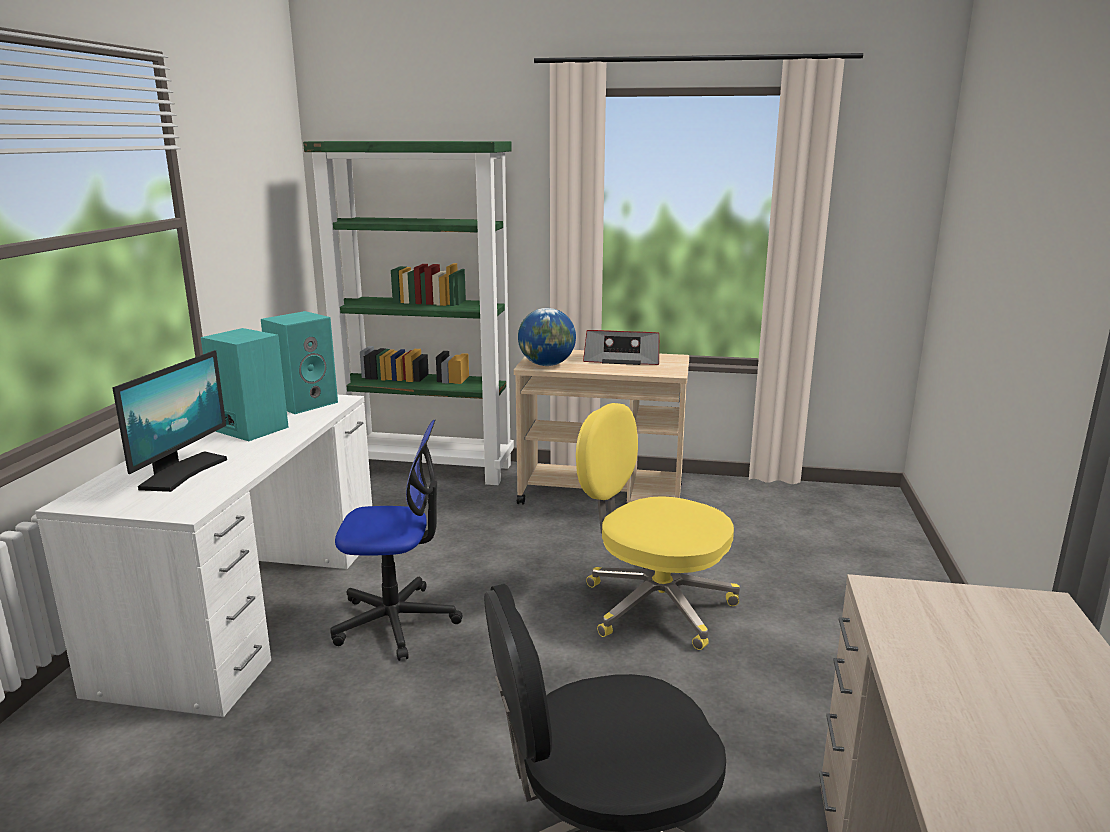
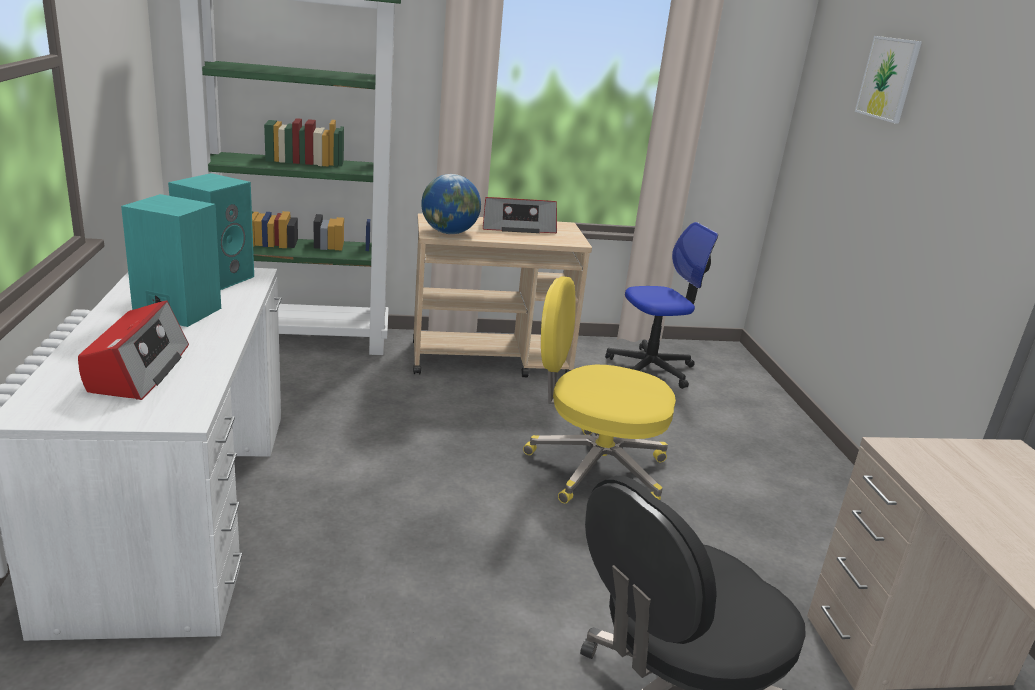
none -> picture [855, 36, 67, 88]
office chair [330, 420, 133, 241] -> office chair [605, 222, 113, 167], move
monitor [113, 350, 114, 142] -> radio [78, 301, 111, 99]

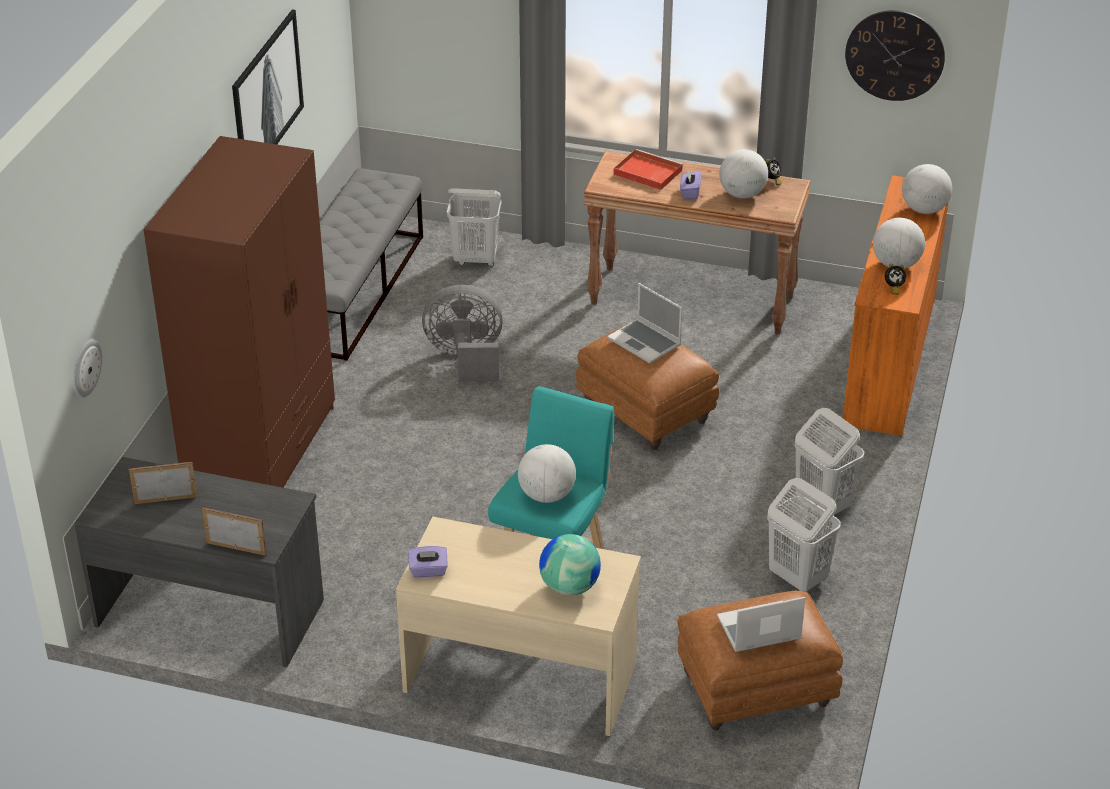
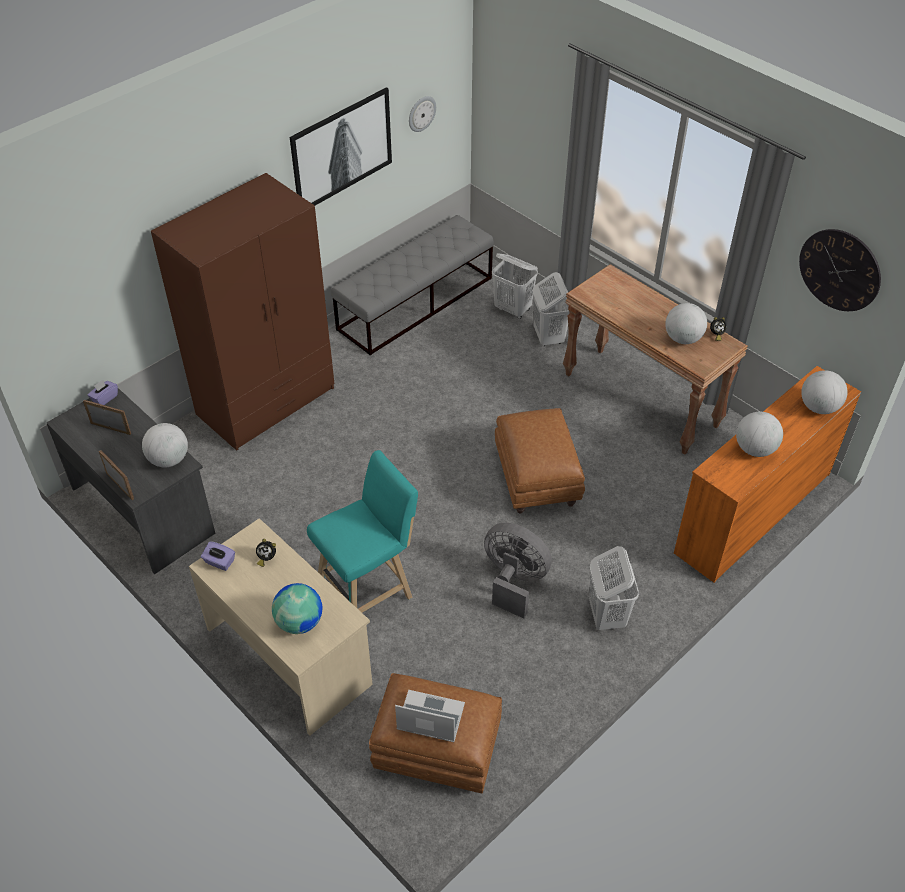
laptop [608, 283, 74, 80] -> none
red tray [614, 149, 69, 41] -> none
wall clock [73, 339, 29, 58] -> wall clock [409, 96, 27, 36], move
grey fan [422, 285, 81, 97] -> grey fan [484, 523, 68, 96], move
globe [518, 444, 58, 59] -> globe [142, 423, 46, 44], move
purple tissue box [680, 170, 22, 29] -> purple tissue box [88, 380, 30, 25], move
white laundry basket [767, 478, 74, 113] -> white laundry basket [532, 272, 38, 74], move
alarm clock [885, 264, 21, 30] -> alarm clock [256, 539, 20, 28], move

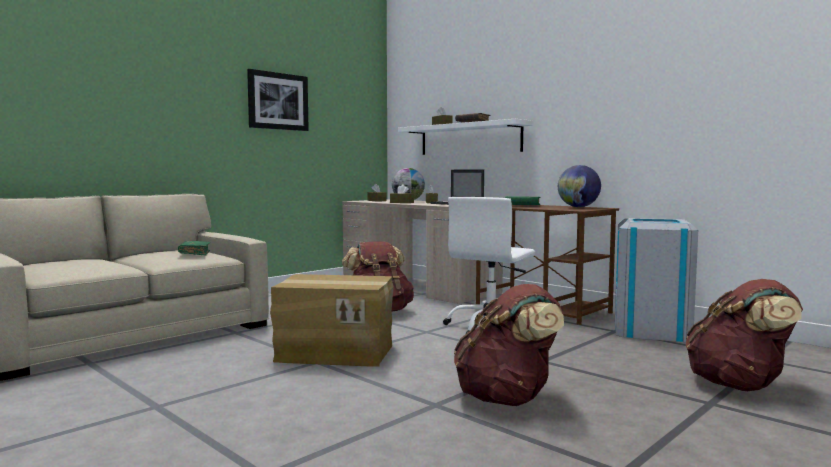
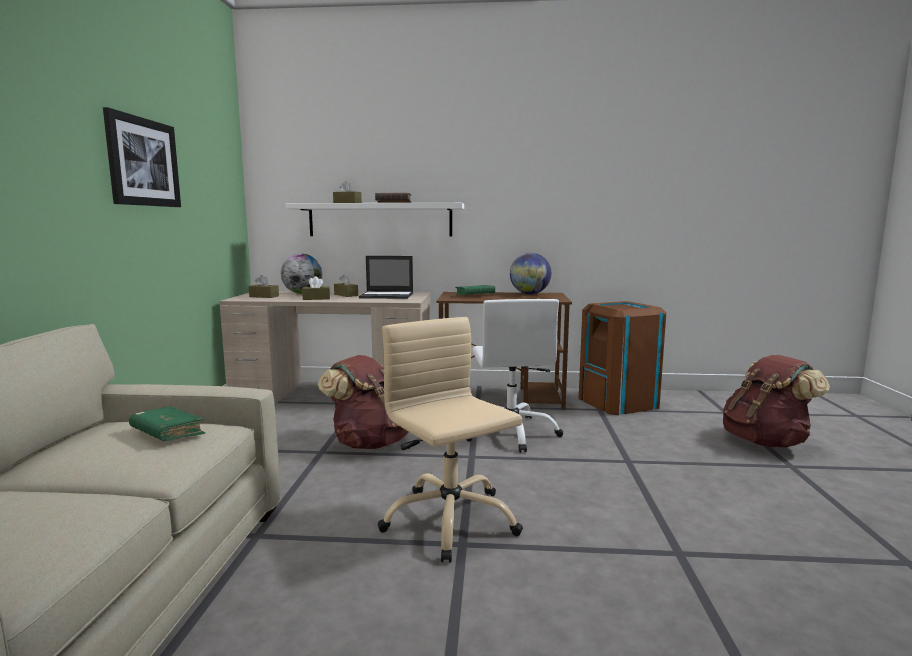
brown backpack [454, 284, 110, 122] -> none
cardboard box [270, 274, 123, 93] -> beige office chair [378, 317, 145, 245]
grey trash can [615, 218, 83, 124] -> brown trash can [579, 301, 87, 114]

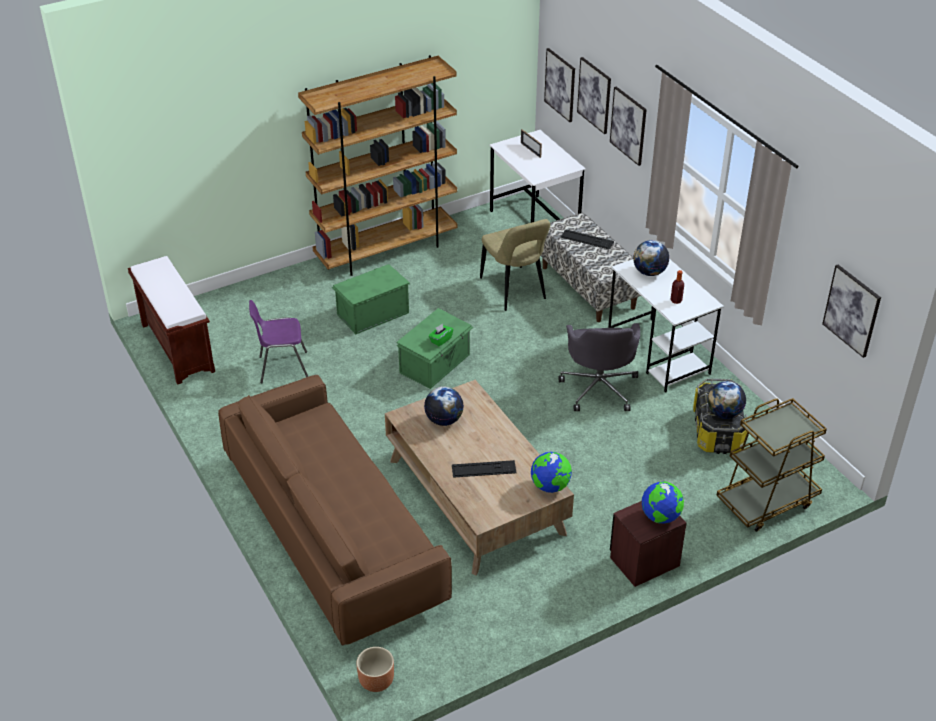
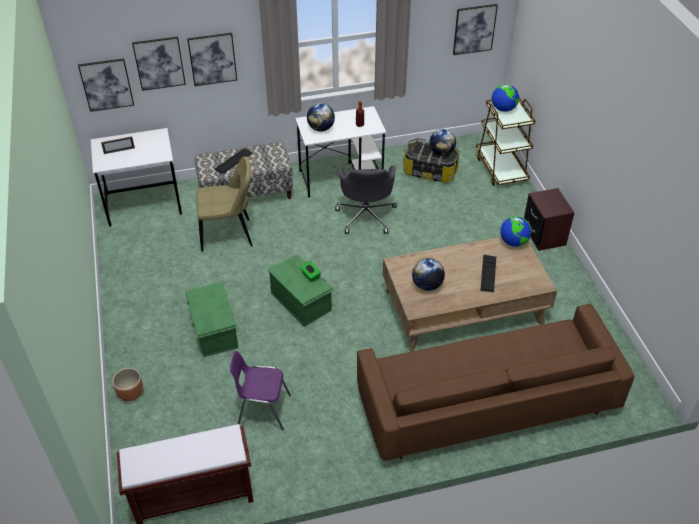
brown bookcase [298, 55, 159, 221] -> none
brown planter [356, 647, 38, 45] -> brown planter [112, 368, 31, 33], move
globe [642, 482, 42, 41] -> globe [492, 84, 27, 28], move
purple chair [249, 300, 59, 83] -> purple chair [230, 351, 61, 80], 90 degrees clockwise
grey office chair [559, 323, 81, 88] -> grey office chair [335, 165, 62, 69], 75 degrees clockwise

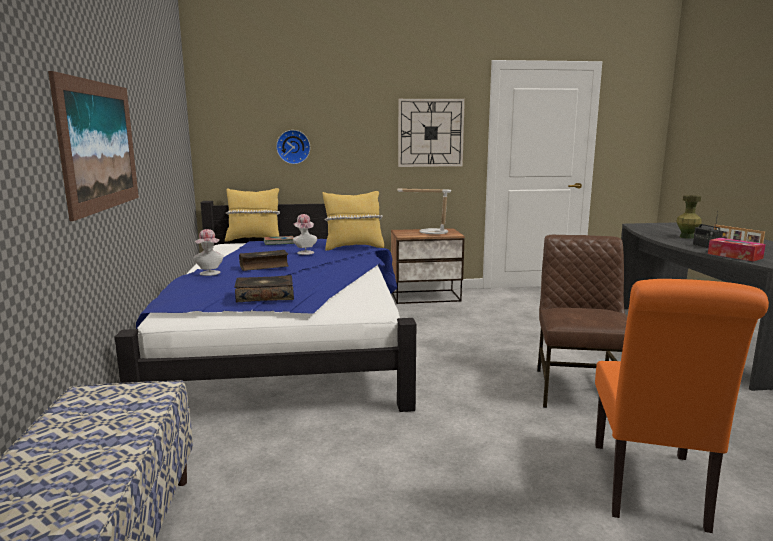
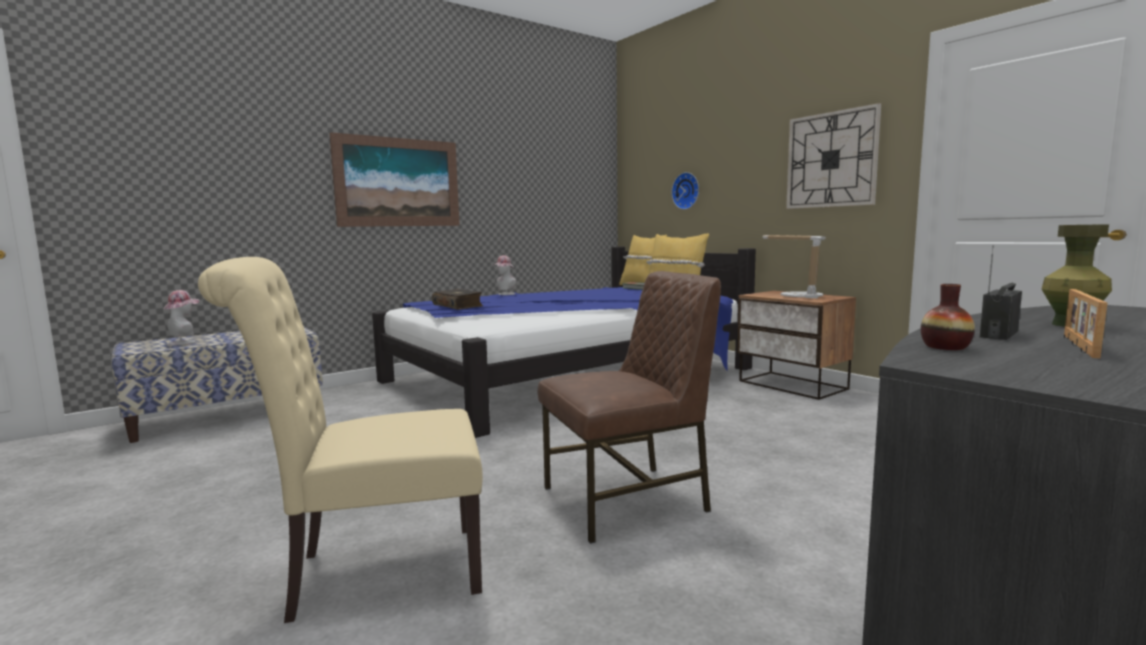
book [239, 250, 49, 21] -> none
hat [293, 214, 24, 41] -> hat [163, 290, 36, 56], move
tissue box [708, 238, 58, 23] -> vase [921, 284, 54, 66]
orange chair [595, 279, 174, 254] -> beige chair [198, 257, 285, 366]

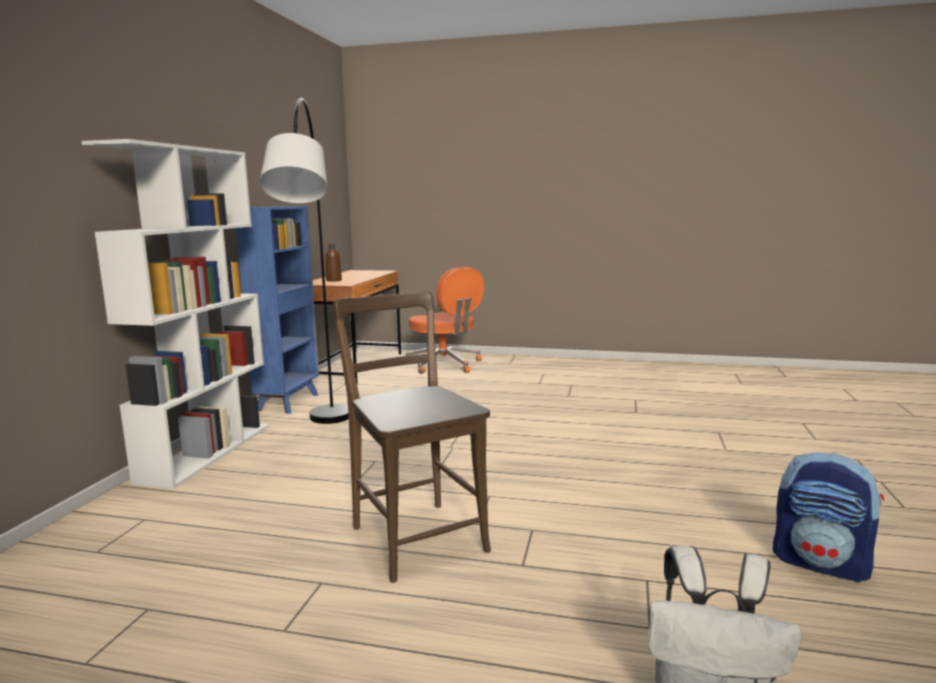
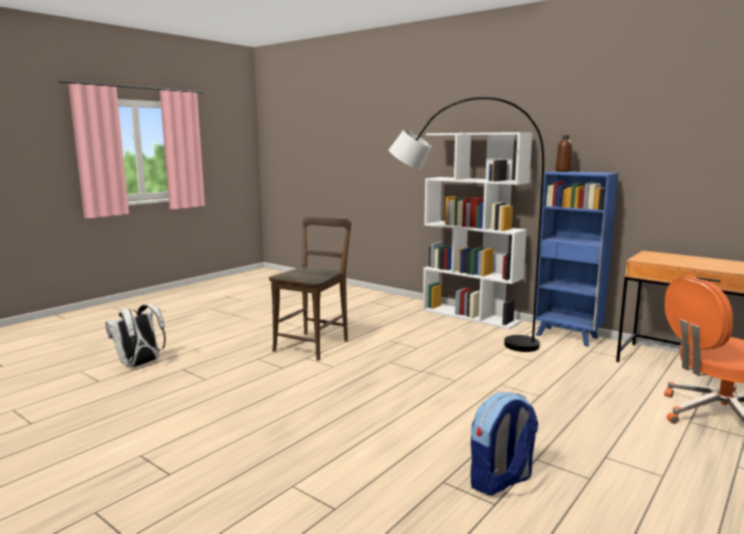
brown bottle [325, 244, 17, 38] -> brown bottle [555, 135, 17, 37], move
backpack [772, 452, 112, 130] -> backpack [470, 392, 68, 103], move
brown chair [333, 291, 158, 292] -> brown chair [269, 216, 82, 145], 60 degrees counterclockwise

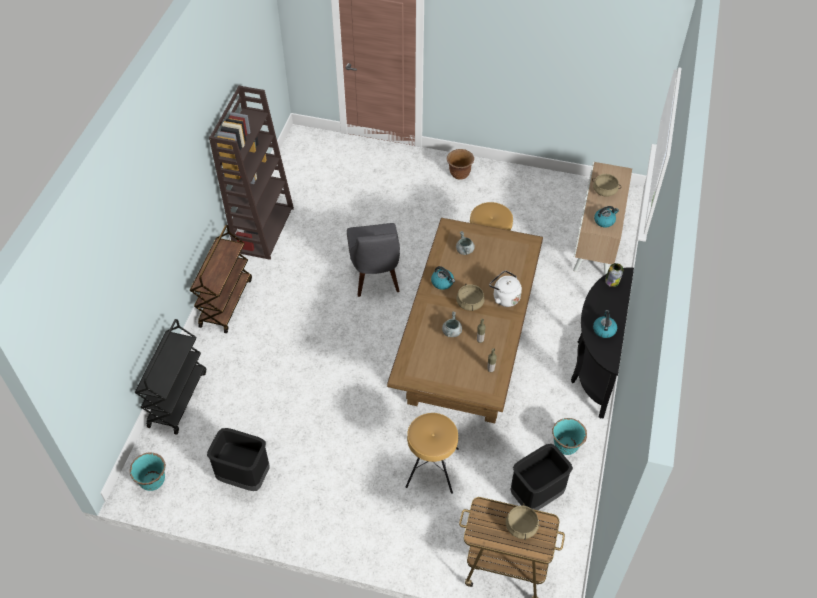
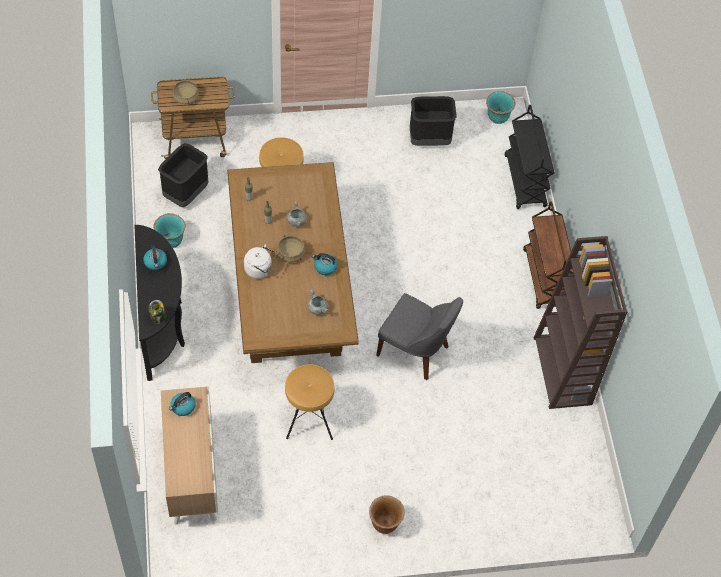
beige cooking pot [592, 174, 29, 23] -> none
grey chair [347, 223, 53, 74] -> grey chair [376, 293, 87, 87], 150 degrees clockwise

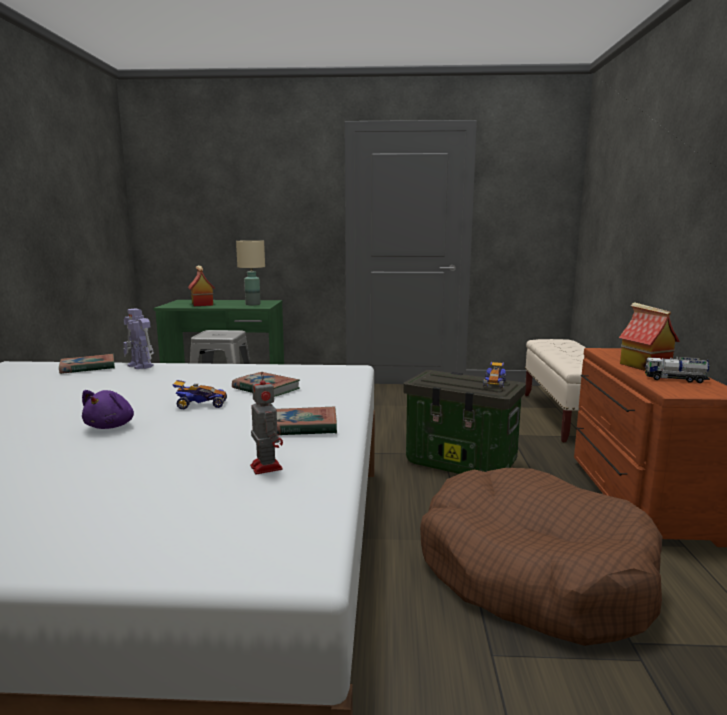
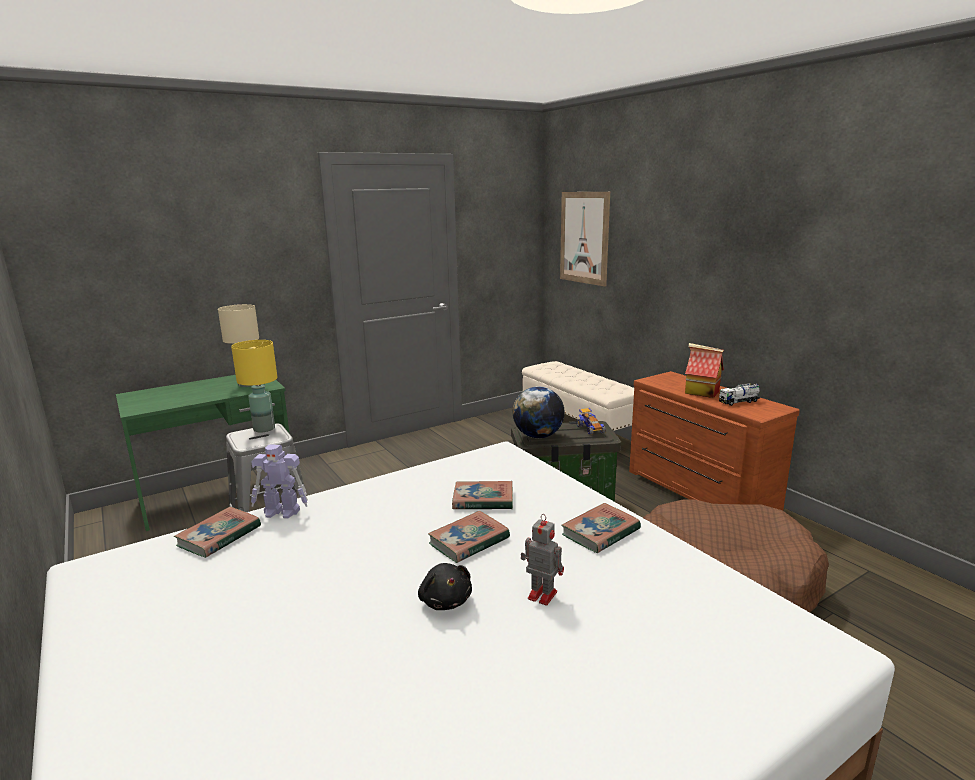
toy house [188, 265, 27, 41] -> none
none -> yellow table lamp [231, 340, 46, 92]
none -> globe [513, 386, 52, 52]
none -> picture [560, 192, 50, 94]
toy robot [250, 372, 33, 102] -> toy robot [521, 514, 43, 92], move
toy car [172, 380, 55, 29] -> book [428, 511, 82, 52]
purple plush toy [82, 390, 52, 39] -> black plush toy [418, 563, 54, 47]

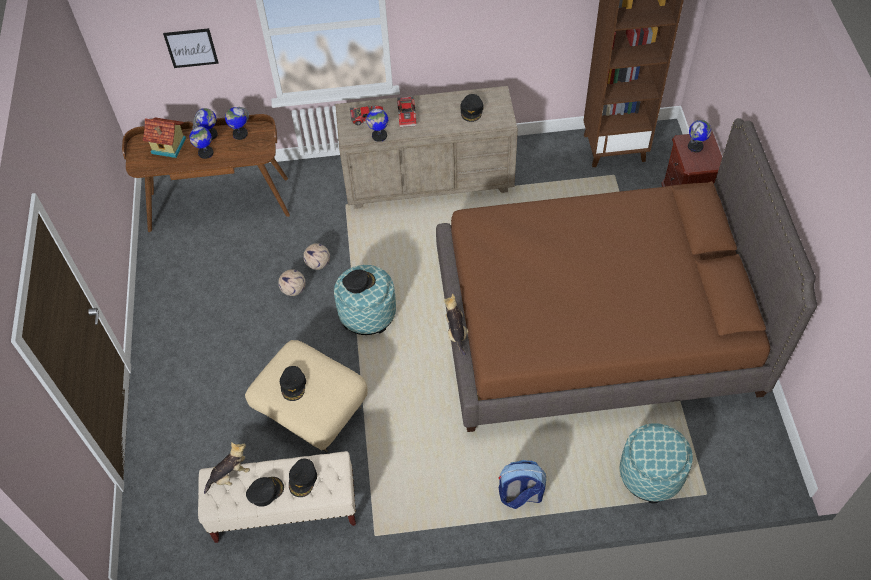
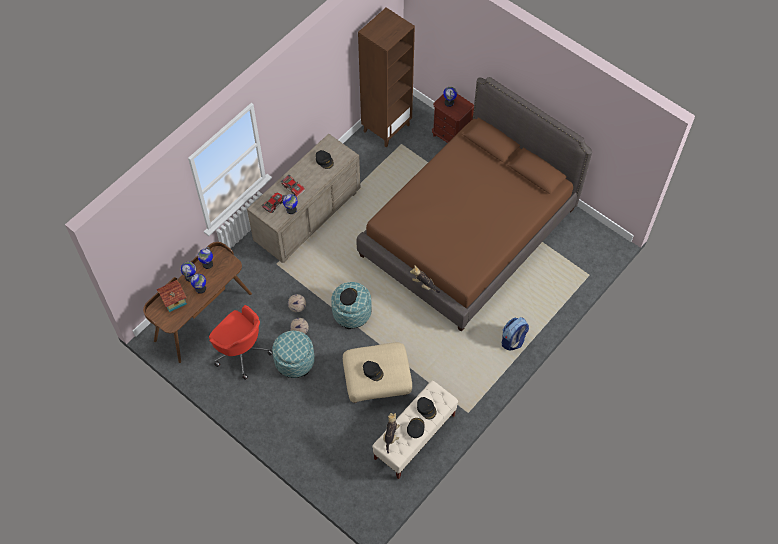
picture [163, 28, 56, 40] -> none
none -> red office chair [209, 305, 64, 75]
ottoman [620, 423, 73, 80] -> ottoman [272, 331, 43, 47], move

